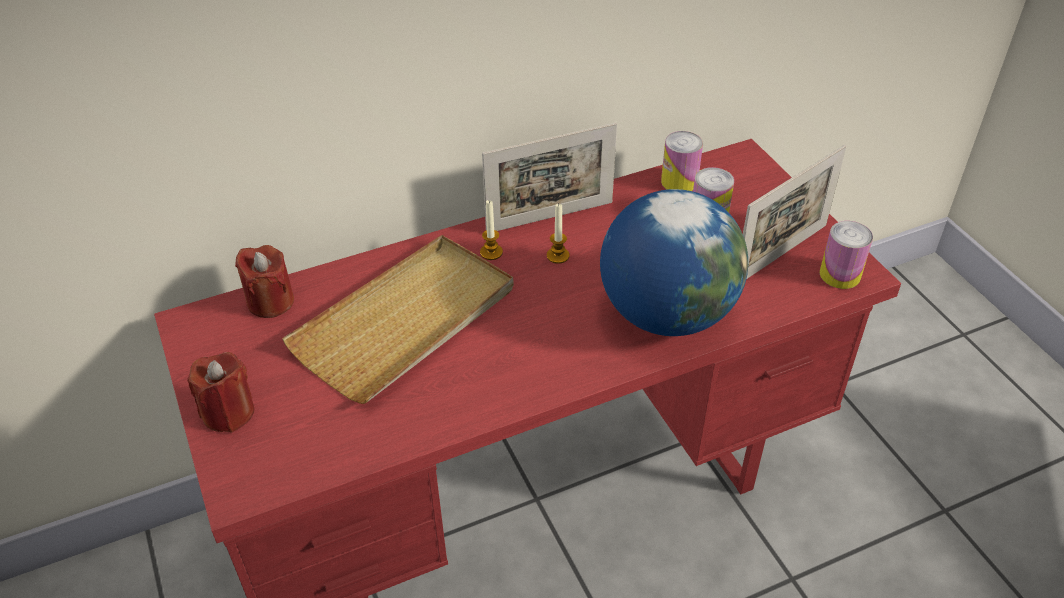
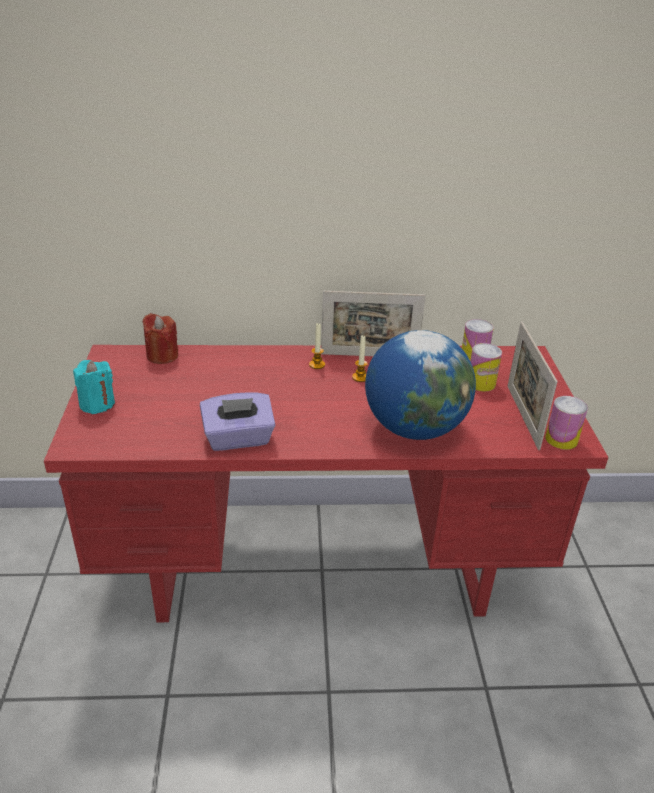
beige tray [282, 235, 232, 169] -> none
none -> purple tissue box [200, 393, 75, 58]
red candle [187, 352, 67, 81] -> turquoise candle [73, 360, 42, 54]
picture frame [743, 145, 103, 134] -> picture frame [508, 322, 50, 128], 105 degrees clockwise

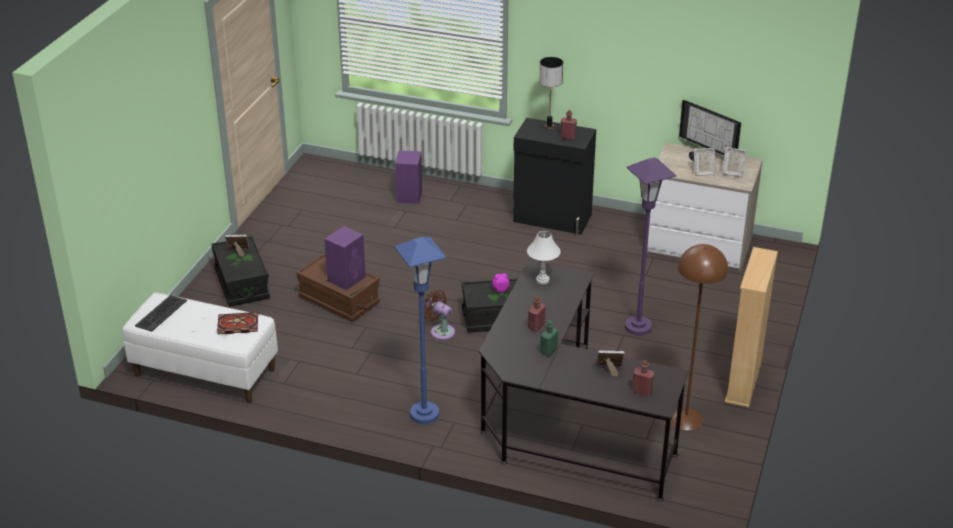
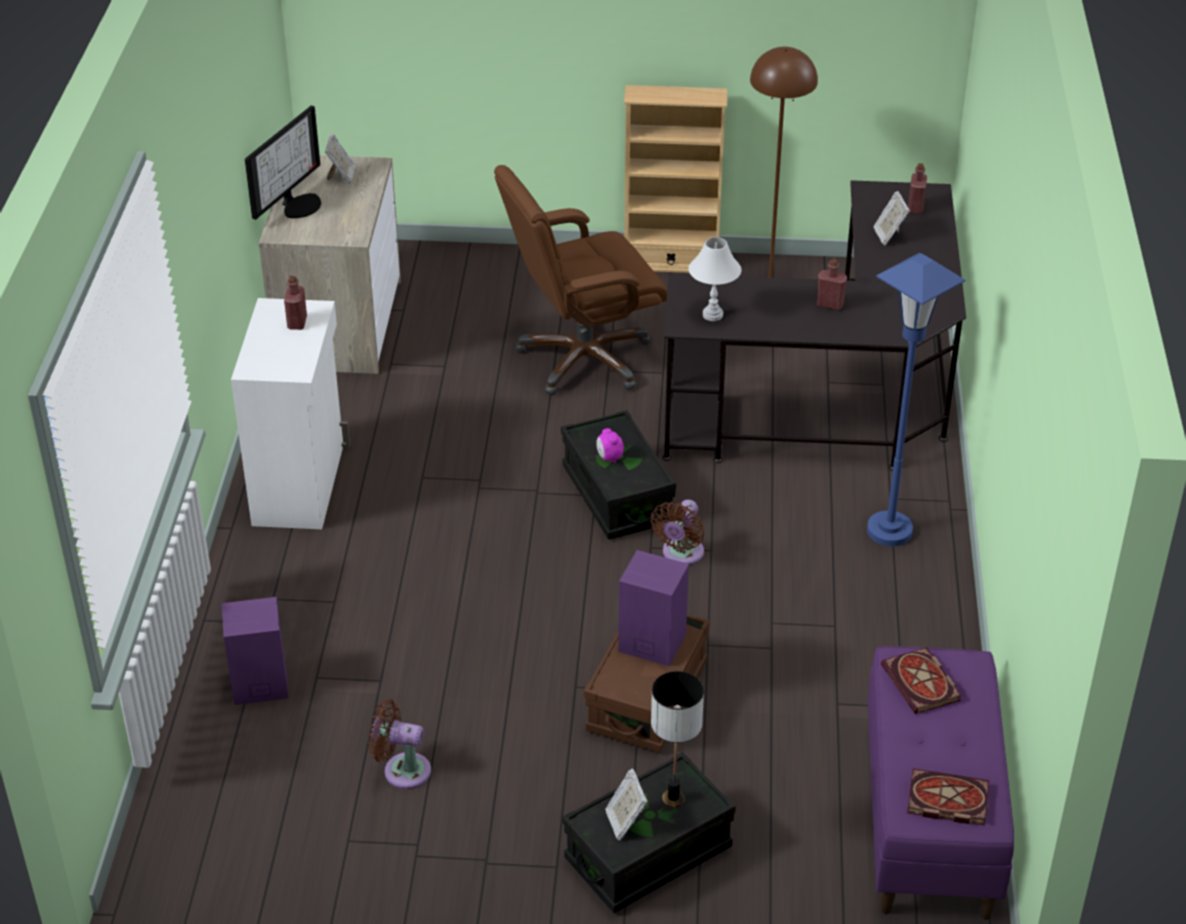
green bottle [540, 321, 18, 36] -> none
picture frame [694, 148, 21, 28] -> none
none -> brown fan [368, 699, 63, 90]
table lamp [539, 57, 24, 72] -> table lamp [651, 671, 53, 136], move
keyboard [135, 295, 52, 37] -> book [907, 768, 82, 58]
purple floor lamp [625, 157, 52, 179] -> brown office chair [494, 165, 173, 230]
white bench [122, 292, 156, 111] -> purple bench [868, 646, 146, 274]
black cabinet [513, 118, 83, 117] -> white cabinet [231, 298, 119, 231]

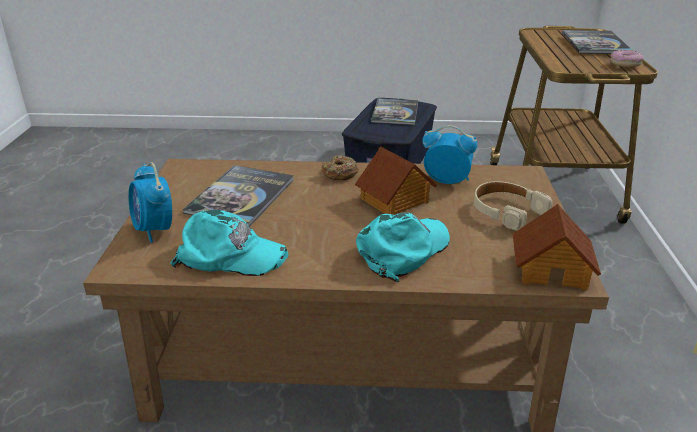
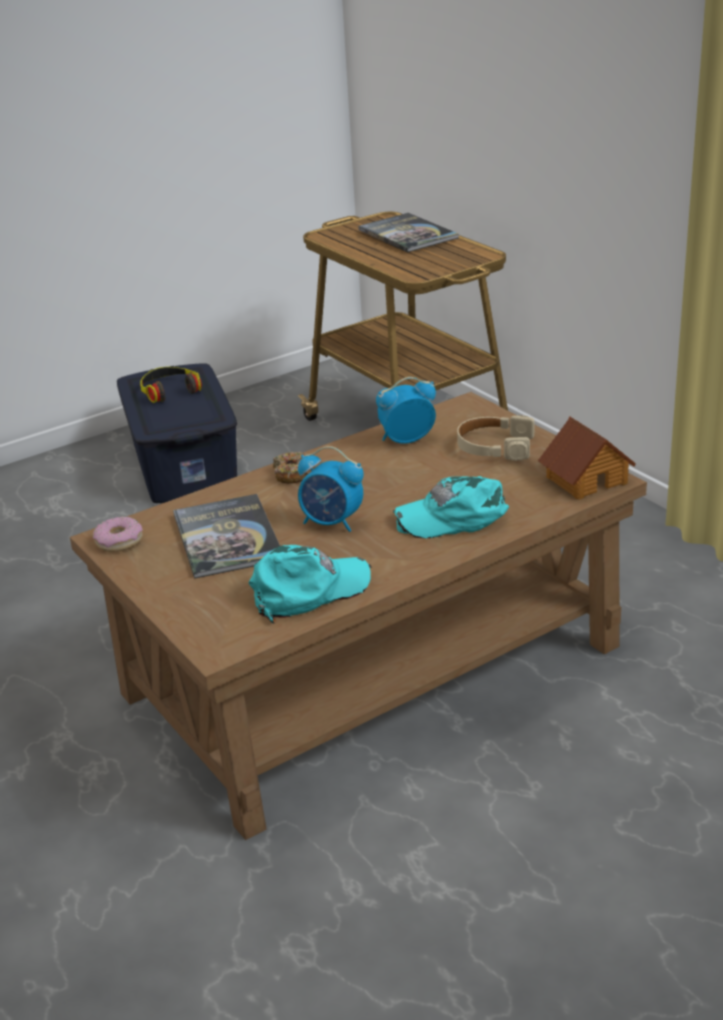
toy house [355, 146, 82, 69] -> none
alarm clock [128, 162, 44, 81] -> alarm clock [298, 446, 66, 86], move
donut [610, 50, 34, 17] -> donut [93, 517, 50, 35], move
book [371, 98, 47, 27] -> headphones [140, 367, 62, 36]
turquoise cap [356, 212, 94, 70] -> turquoise cap [393, 476, 116, 62], 105 degrees counterclockwise

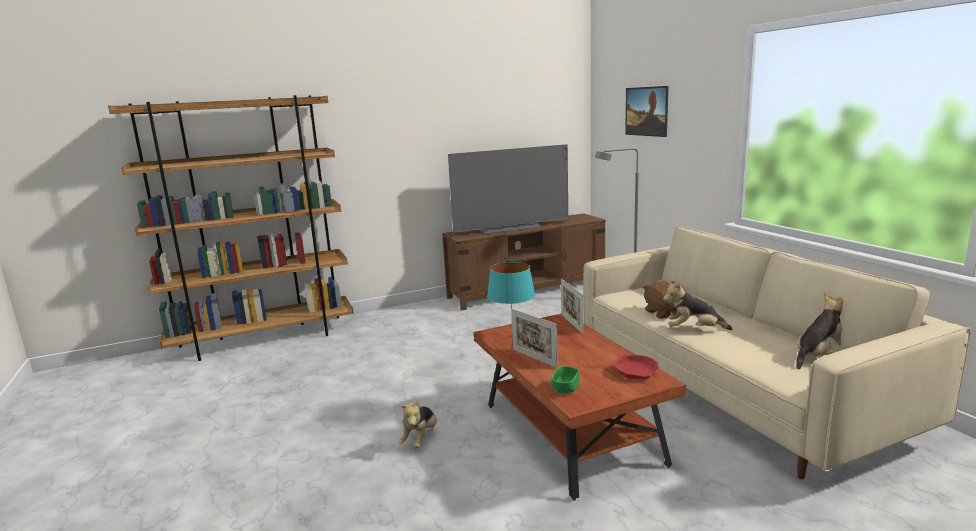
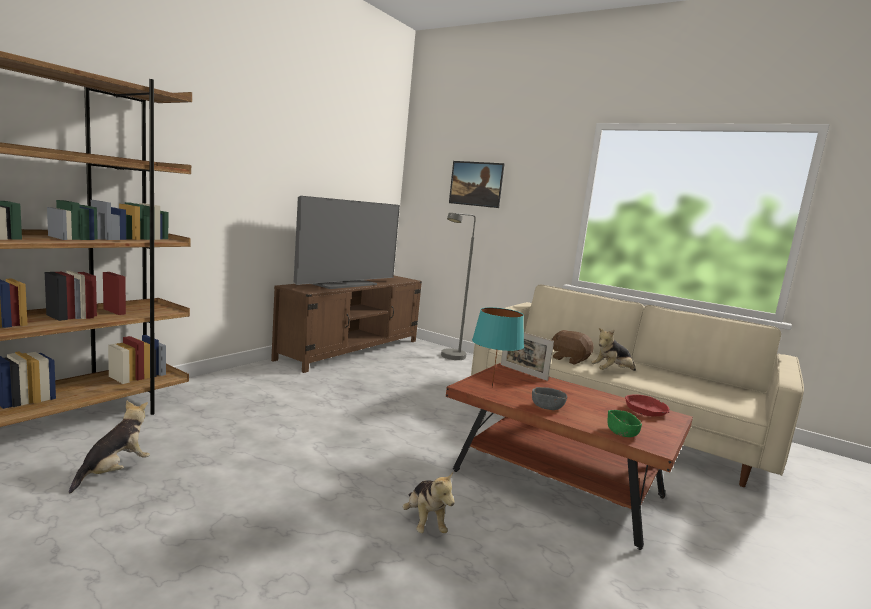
plush toy [796, 293, 48, 76] -> plush toy [69, 400, 81, 94], move
picture frame [511, 309, 47, 59] -> grey bowl [532, 387, 35, 23]

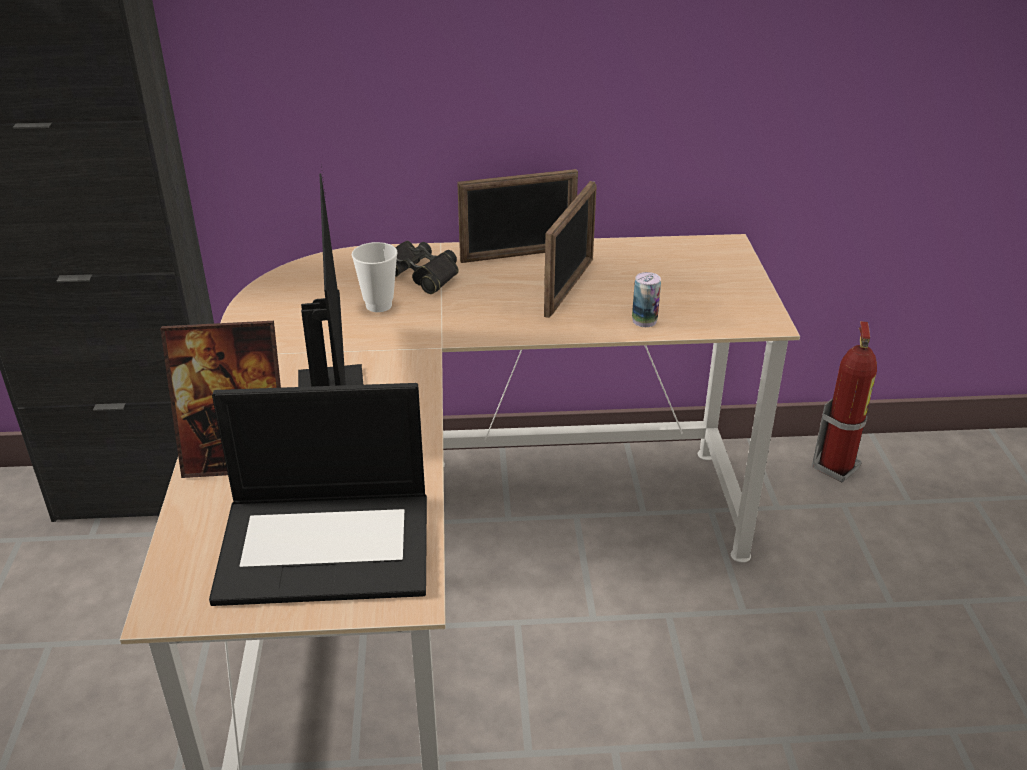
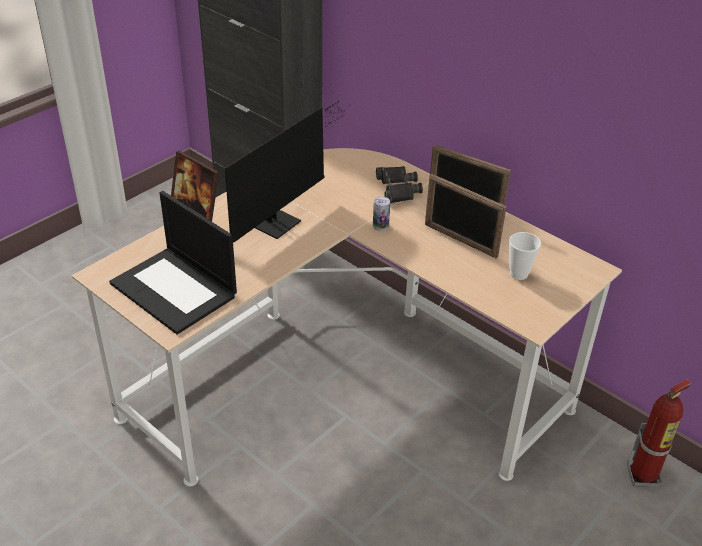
cup [352, 242, 46, 70] -> cup [509, 232, 32, 48], move
can [632, 272, 29, 55] -> can [373, 197, 17, 35], move
picture frame [544, 181, 53, 137] -> picture frame [425, 174, 82, 84], 60 degrees clockwise

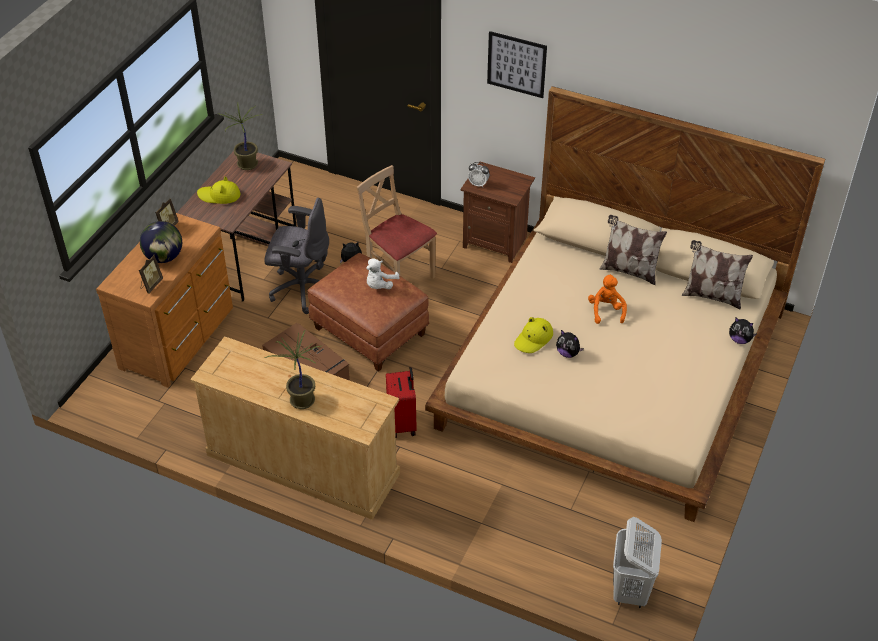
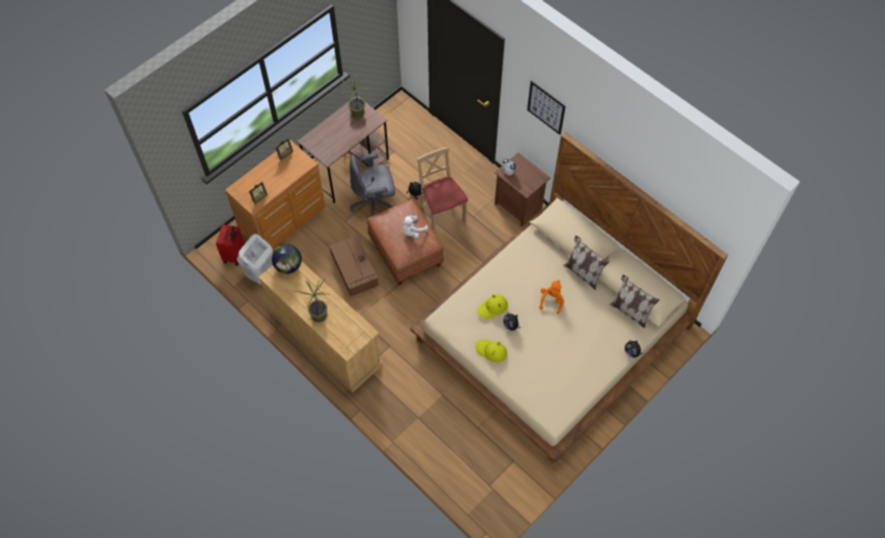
globe [140, 221, 42, 42] -> globe [272, 244, 30, 30], move
yellow hat [197, 177, 43, 27] -> yellow hat [475, 339, 32, 23], move
red suitcase [386, 367, 31, 70] -> red suitcase [216, 224, 29, 42], move
white laundry basket [613, 517, 49, 91] -> white laundry basket [237, 234, 36, 51], move
grey office chair [264, 198, 65, 116] -> grey office chair [350, 153, 45, 63], 135 degrees clockwise

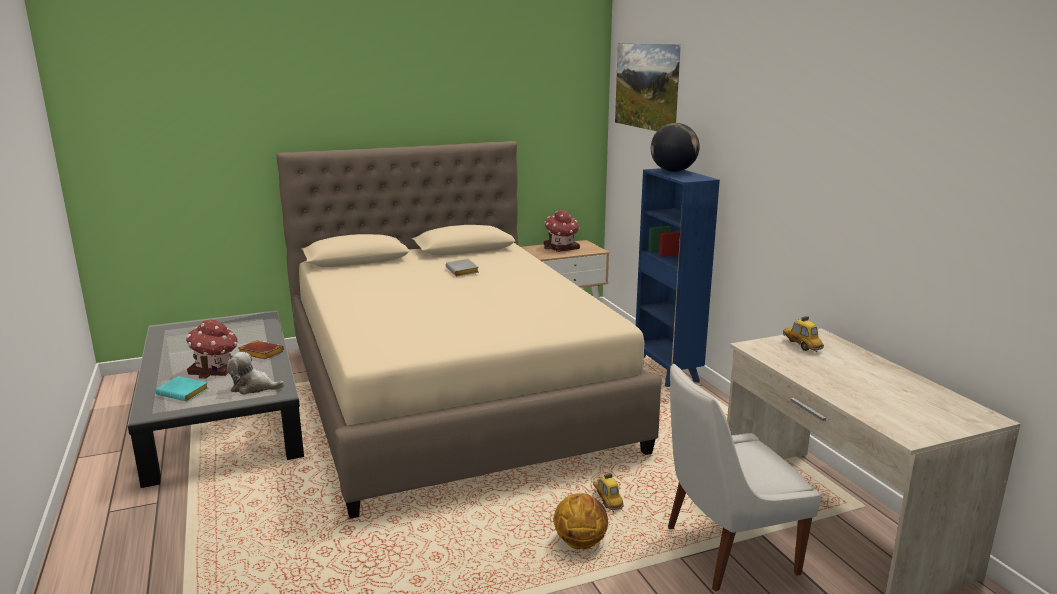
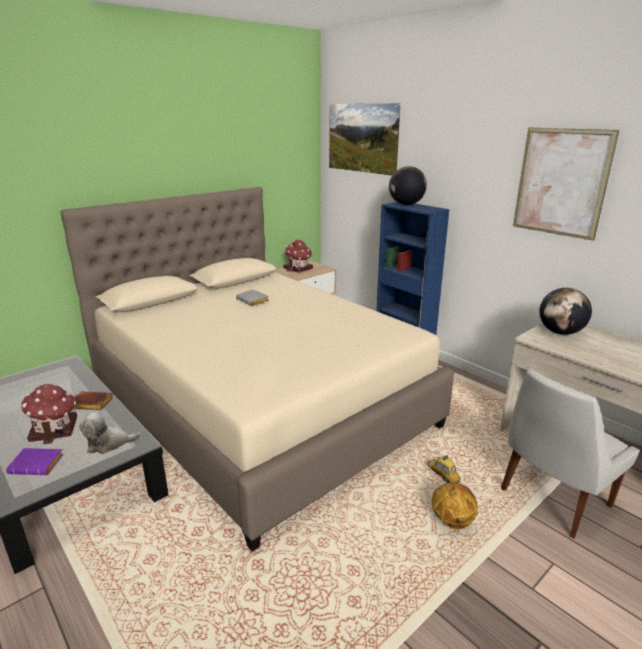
none -> picture [513, 128, 106, 113]
toy car [783, 316, 41, 36] -> globe [539, 288, 53, 47]
turquoise book [156, 376, 53, 25] -> purple book [6, 448, 57, 27]

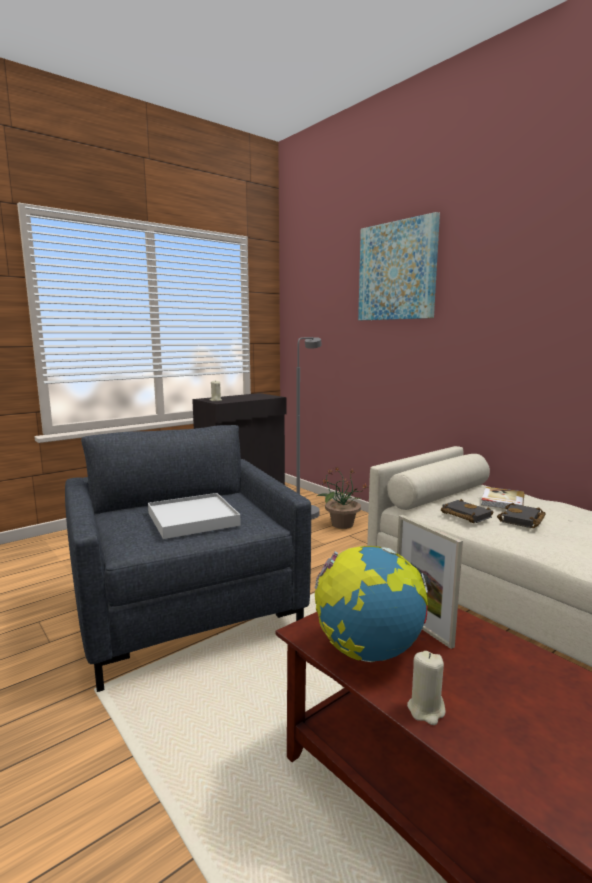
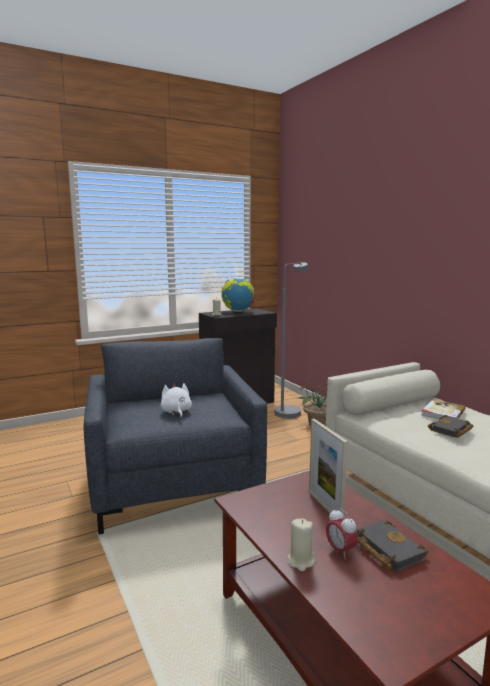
picture [358, 212, 82, 108] -> none
none -> alarm clock [326, 508, 32, 51]
globe [315, 546, 113, 116] -> globe [221, 278, 34, 34], move
black book [441, 499, 53, 24] -> black book [357, 520, 72, 52], move
white tray [148, 493, 93, 46] -> white plush toy [161, 383, 31, 35]

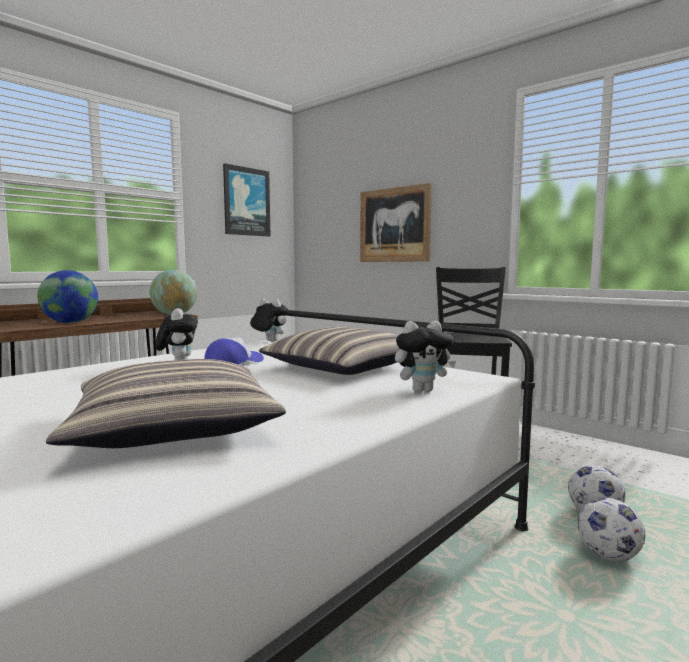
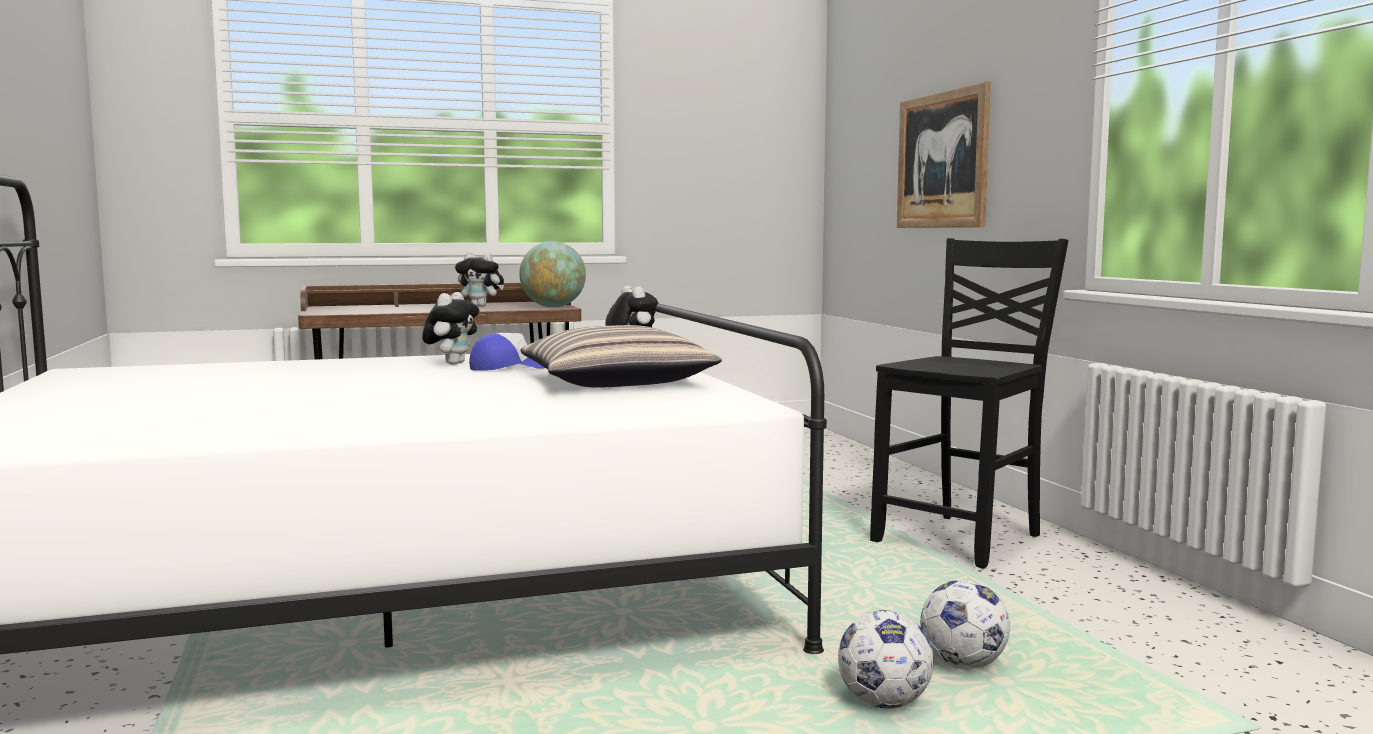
globe [37, 270, 61, 53] -> none
pillow [46, 359, 240, 89] -> none
picture [223, 163, 48, 74] -> none
plush toy [395, 321, 61, 71] -> plush toy [455, 252, 49, 55], move

